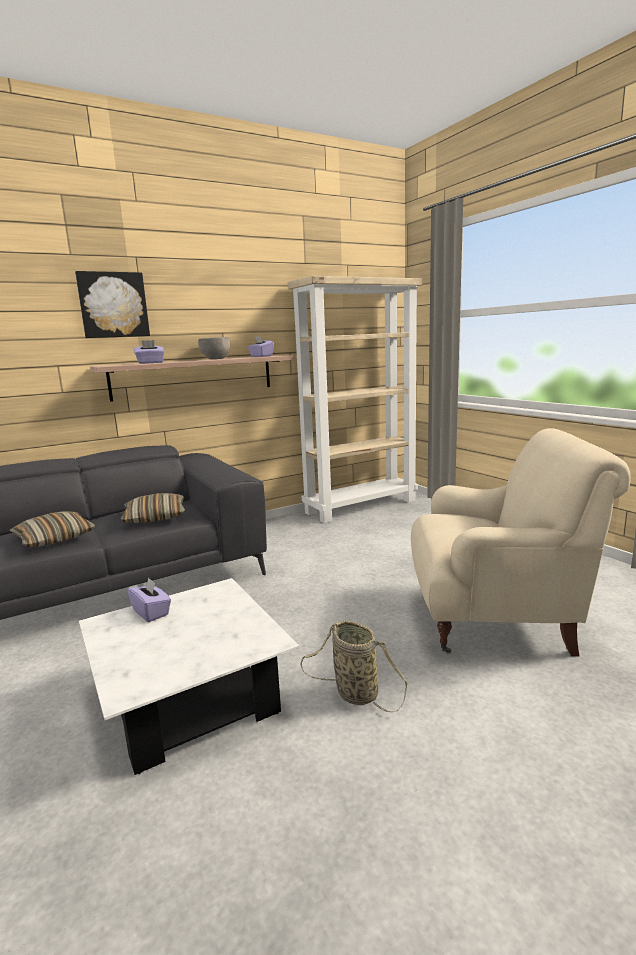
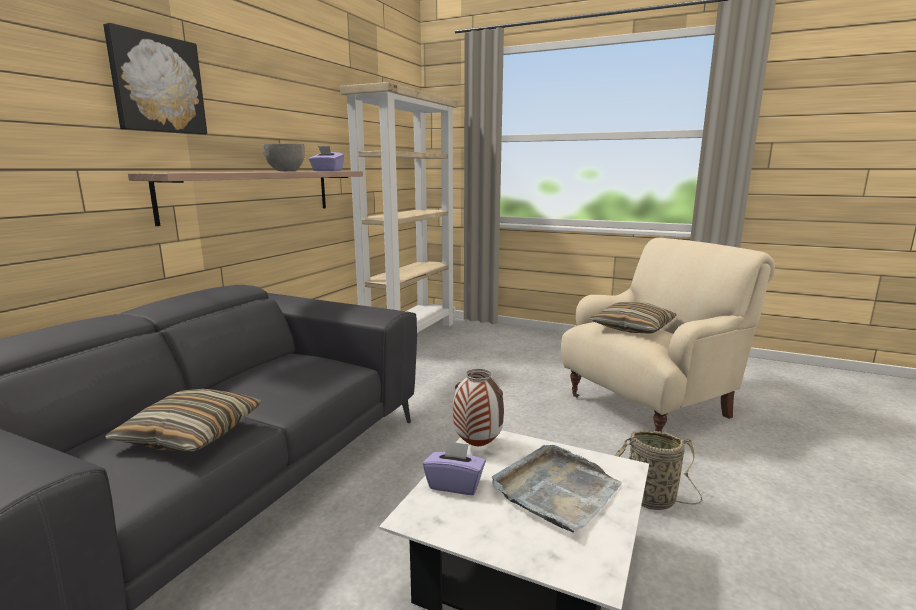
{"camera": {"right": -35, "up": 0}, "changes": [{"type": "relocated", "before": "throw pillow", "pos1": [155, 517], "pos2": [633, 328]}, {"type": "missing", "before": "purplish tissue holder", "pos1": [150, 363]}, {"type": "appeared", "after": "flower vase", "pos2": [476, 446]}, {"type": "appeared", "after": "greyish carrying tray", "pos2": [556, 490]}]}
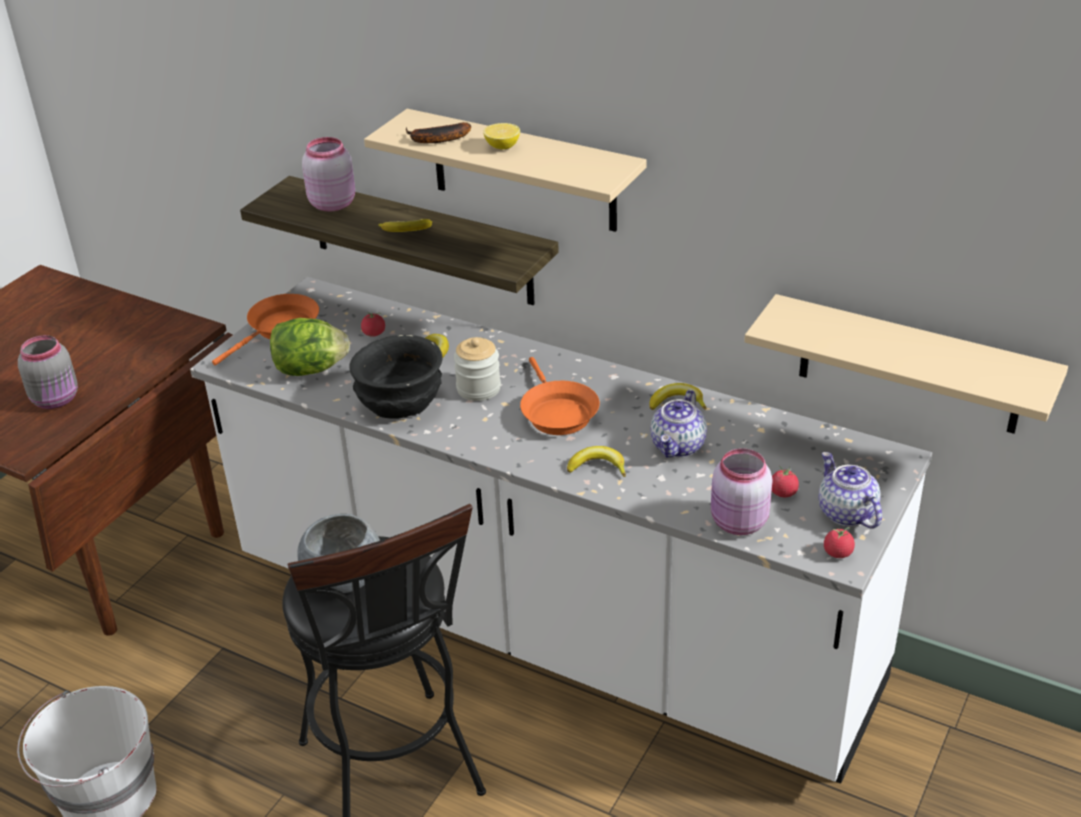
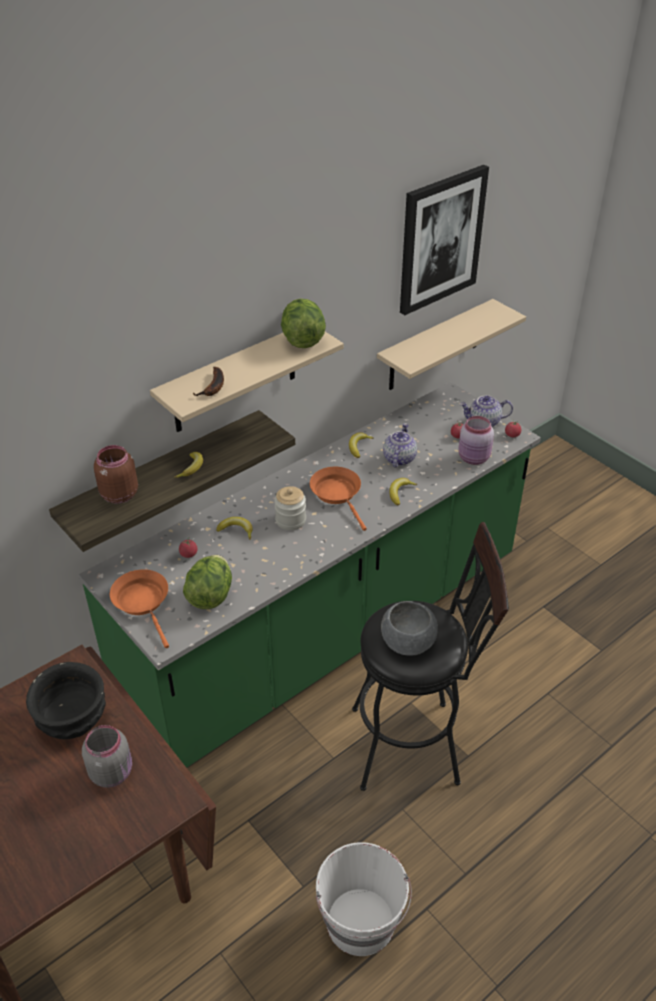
{"camera": {"right": -70, "up": 5}, "changes": [{"type": "colour", "before": "whitish kitchen base unit", "after": "green-coloured kitchen base unit", "pos1": [549, 626], "pos2": [328, 633]}, {"type": "colour", "before": "pink-coloured jar", "after": "brown-coloured jar", "pos1": [332, 203], "pos2": [118, 494]}, {"type": "relocated", "before": "blackish serving bowl", "pos1": [399, 403], "pos2": [73, 718]}, {"type": "missing", "before": "whole lemon", "pos1": [502, 146]}, {"type": "spun", "before": "orangey pan", "pos1": [557, 412], "pos2": [338, 494], "turn": -120}, {"type": "spun", "before": "teapot", "pos1": [678, 446], "pos2": [398, 458], "turn": -120}, {"type": "appeared", "after": "lettuce head", "pos2": [302, 340]}, {"type": "appeared", "after": "picture", "pos2": [440, 239]}]}
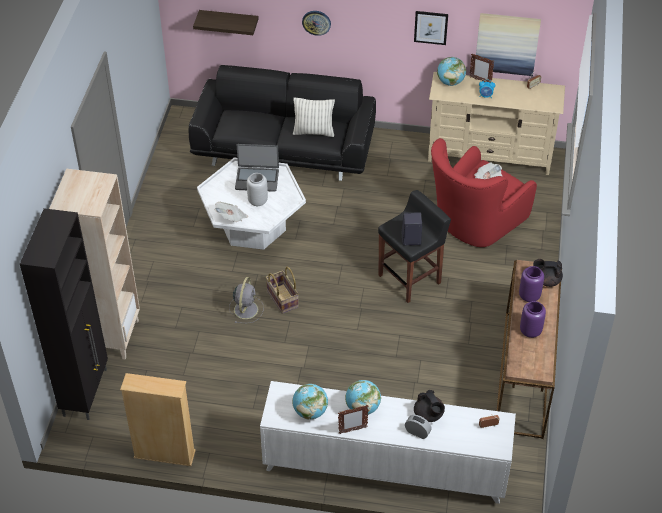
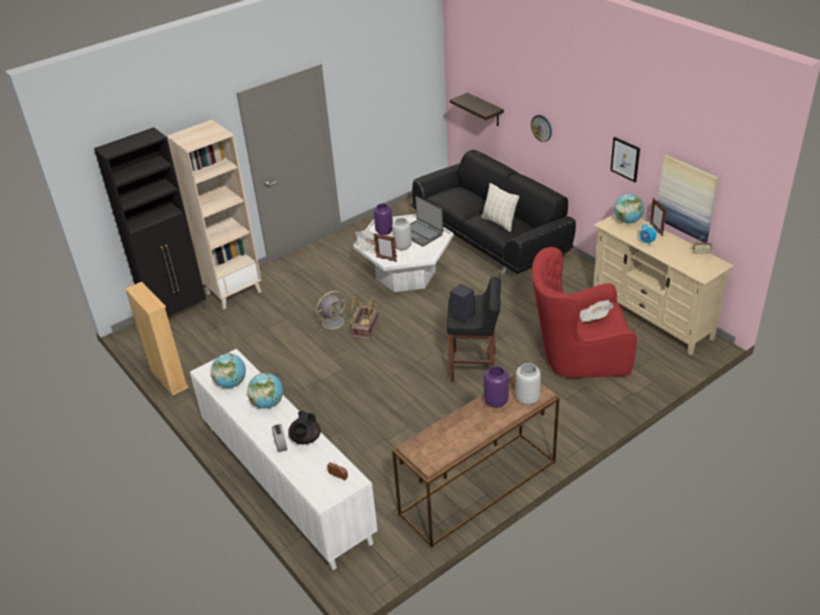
{"camera": {"right": 45, "up": -10}, "changes": [{"type": "relocated", "before": "standing frame", "pos1": [352, 430], "pos2": [386, 259]}, {"type": "relocated", "before": "purplish flower vase", "pos1": [530, 331], "pos2": [384, 232]}, {"type": "exchanged", "before": "blackish teapot", "after": "greyish flower vase", "pos1": [546, 280], "pos2": [527, 398]}]}
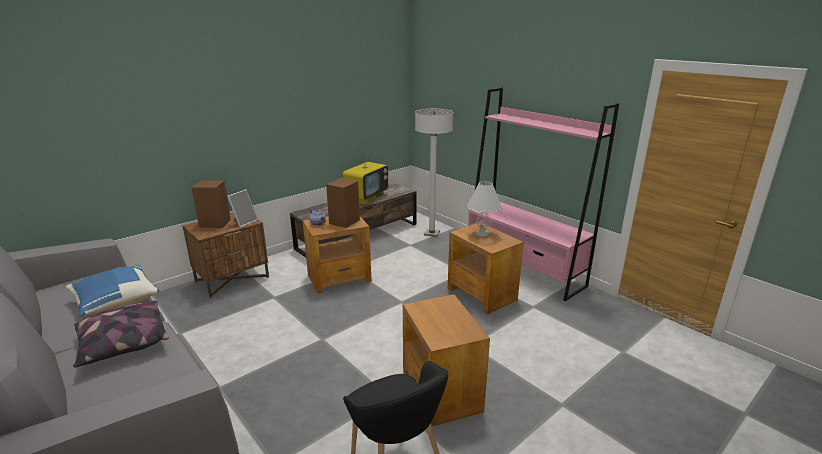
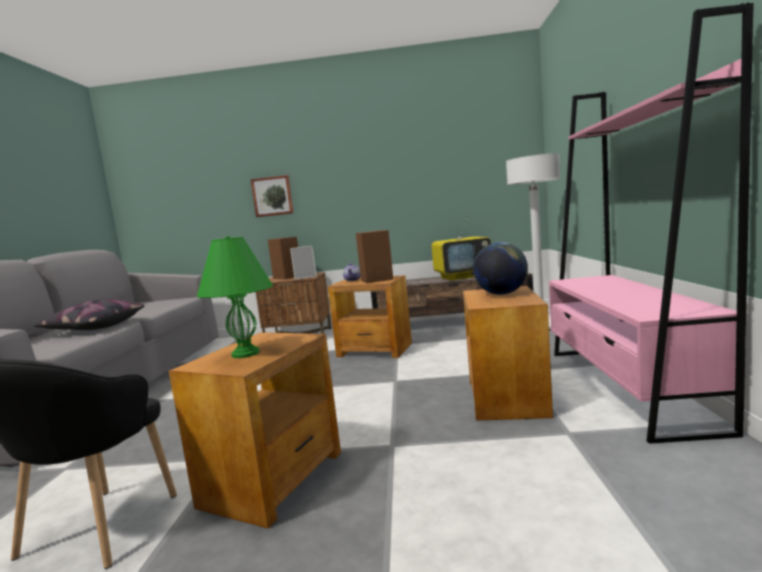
{"camera": {"right": 45, "up": -15}, "changes": [{"type": "missing", "before": "blue throw pillow", "pos1": [116, 302]}, {"type": "exchanged", "before": "whitish lamp for a table", "after": "globe", "pos1": [482, 234], "pos2": [501, 294]}, {"type": "appeared", "after": "green-coloured lamp for a table", "pos2": [245, 353]}, {"type": "appeared", "after": "picture", "pos2": [272, 196]}]}
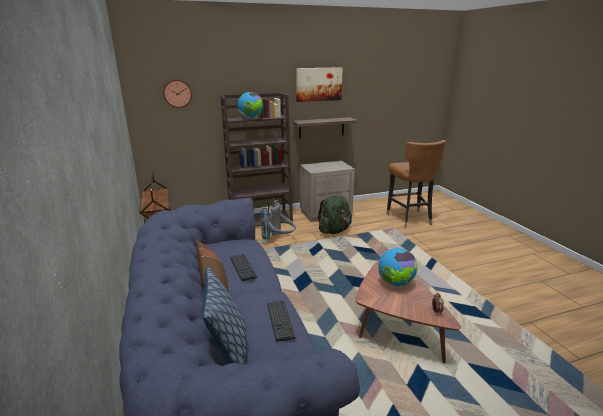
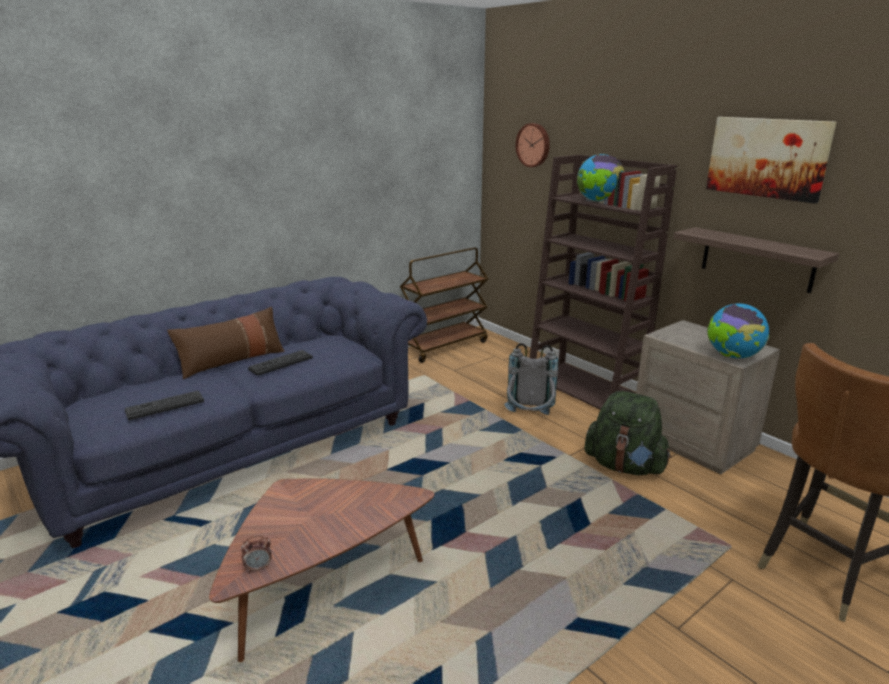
{"camera": {"right": 70, "up": 0}, "changes": [{"type": "missing", "before": "throw pillow", "pos1": [228, 349]}, {"type": "relocated", "before": "globe", "pos1": [395, 283], "pos2": [732, 356]}]}
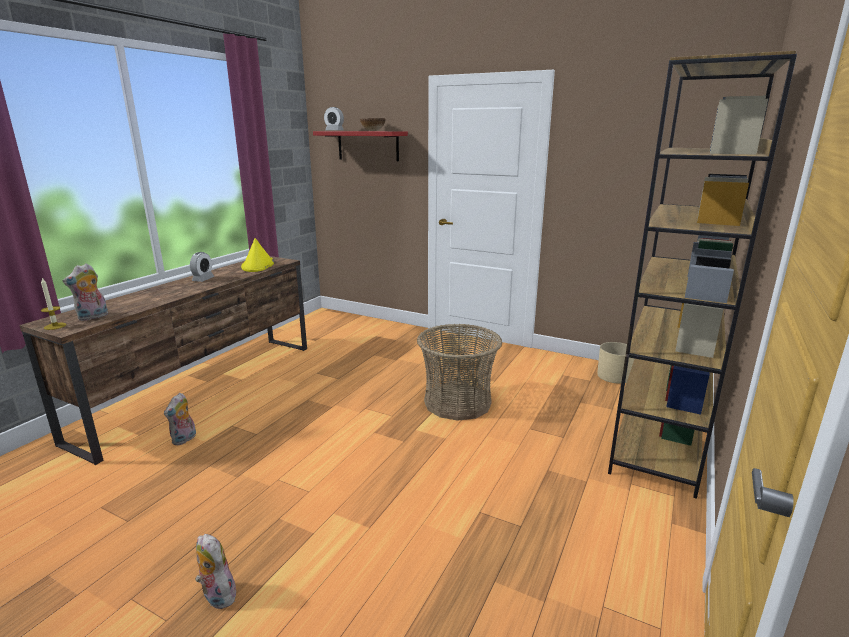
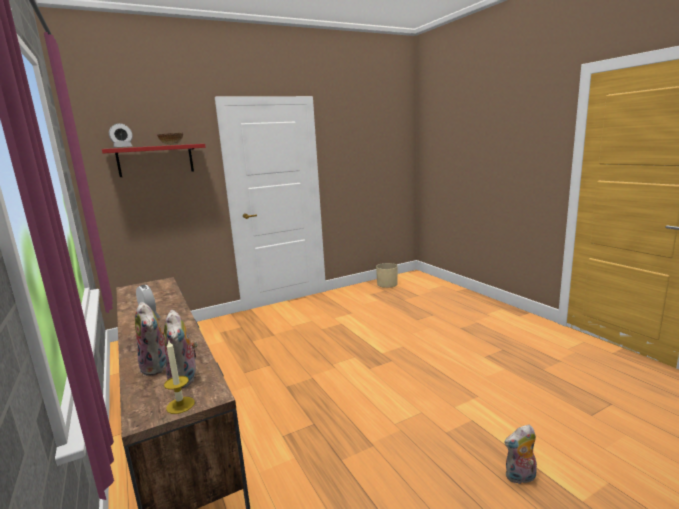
{"camera": {"right": -55, "up": -5}, "changes": [{"type": "relocated", "before": "plush toy", "pos1": [184, 439], "pos2": [157, 367]}, {"type": "missing", "before": "yellow-coloured hat", "pos1": [258, 265]}, {"type": "missing", "before": "basket", "pos1": [457, 402]}, {"type": "missing", "before": "brown-coloured shelving unit", "pos1": [658, 445]}]}
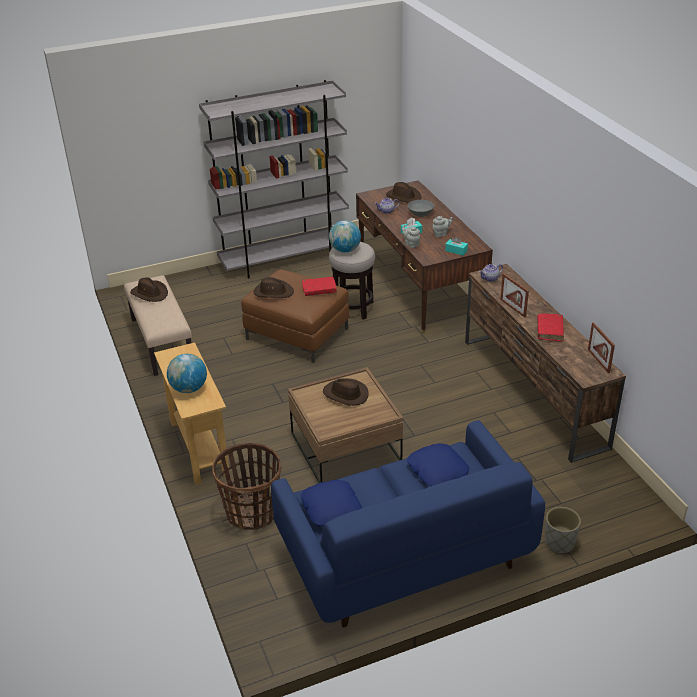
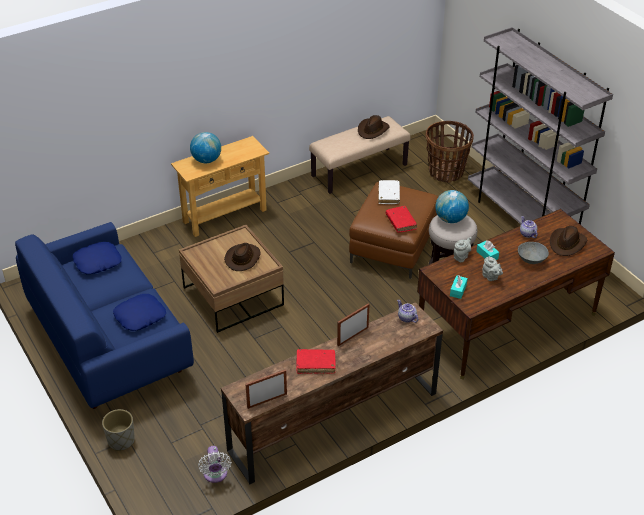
{"camera": {"right": 80, "up": 5}, "changes": [{"type": "relocated", "before": "basket", "pos1": [252, 513], "pos2": [446, 172]}, {"type": "exchanged", "before": "brown-coloured hat", "after": "whitish volume", "pos1": [273, 292], "pos2": [388, 195]}, {"type": "appeared", "after": "whitish fan", "pos2": [215, 475]}]}
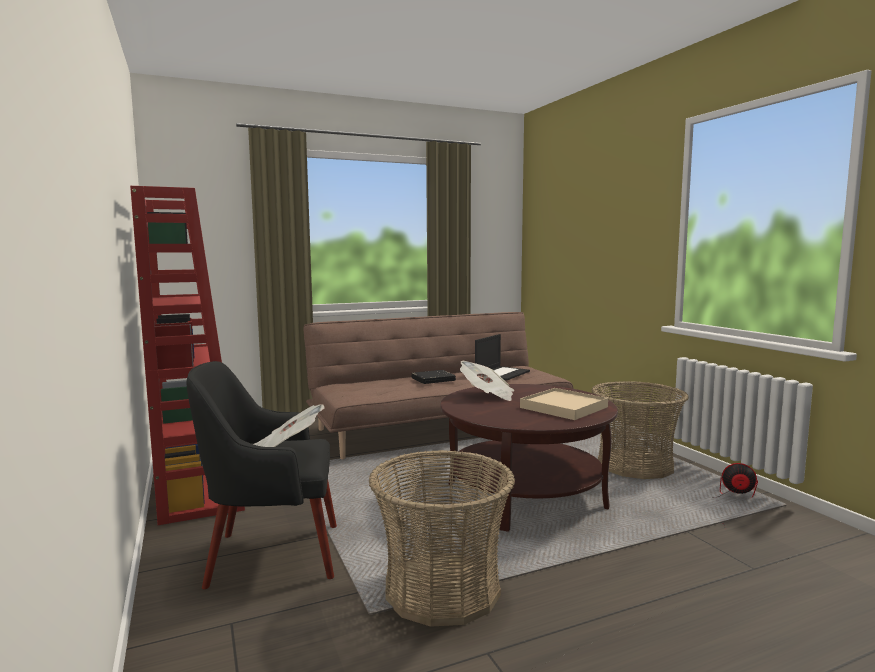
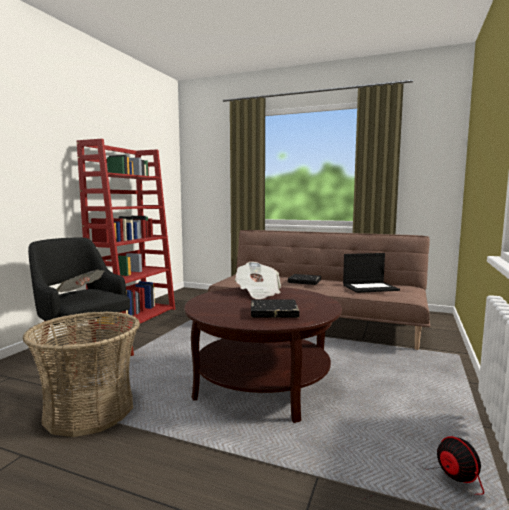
{"camera": {"right": 45, "up": 0}, "changes": [{"type": "exchanged", "before": "beige-coloured carrying tray", "after": "blackish volume", "pos1": [563, 407], "pos2": [274, 312]}, {"type": "missing", "before": "basket", "pos1": [635, 465]}]}
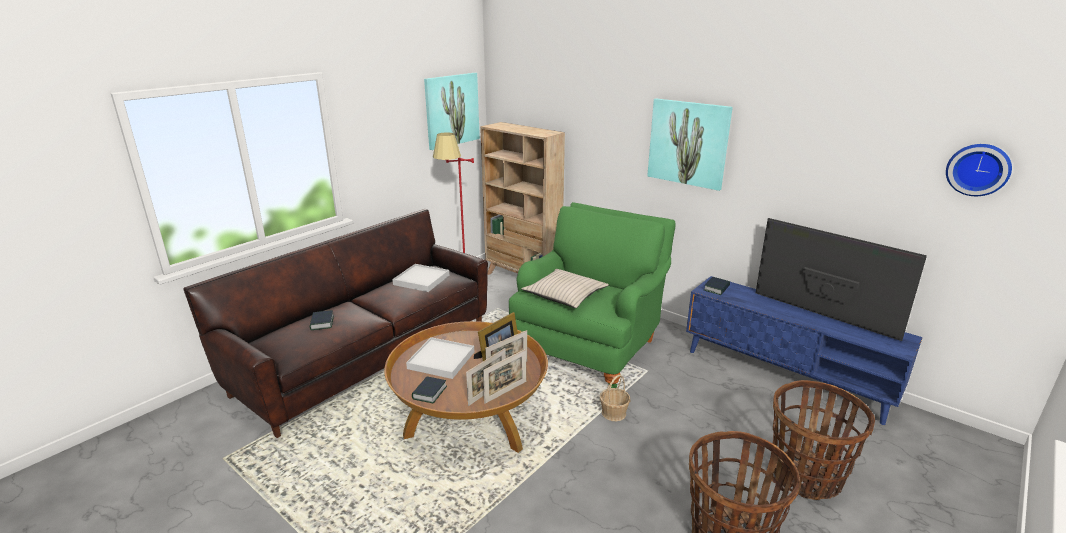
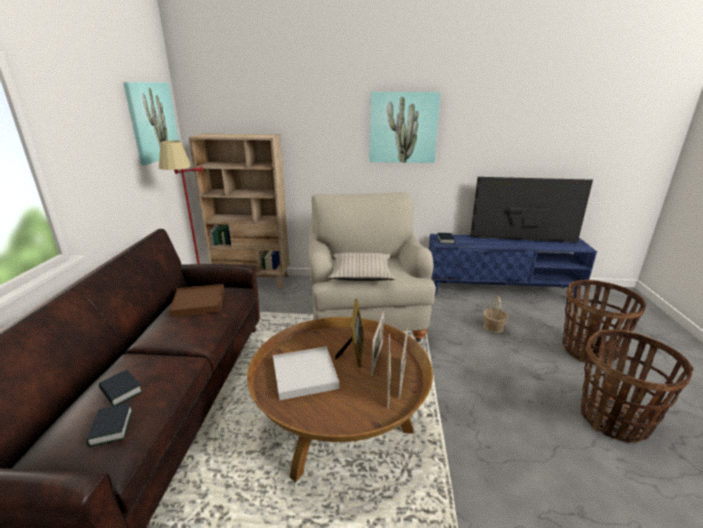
{"camera": {"right": -35, "up": 0}, "changes": [{"type": "colour", "before": "whitish carrying tray", "after": "brown-coloured carrying tray", "pos1": [421, 280], "pos2": [199, 302]}, {"type": "relocated", "before": "volume", "pos1": [429, 393], "pos2": [111, 428]}, {"type": "colour", "before": "green-coloured easy chair", "after": "beige-coloured easy chair", "pos1": [590, 346], "pos2": [365, 316]}, {"type": "relocated", "before": "basket", "pos1": [614, 413], "pos2": [493, 327]}, {"type": "missing", "before": "clock on the wall", "pos1": [978, 169]}]}
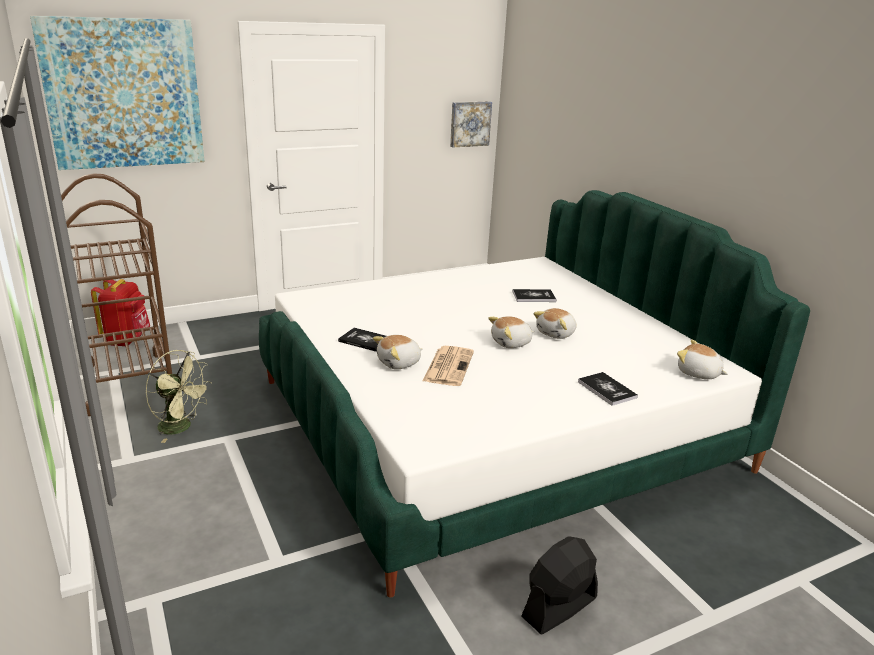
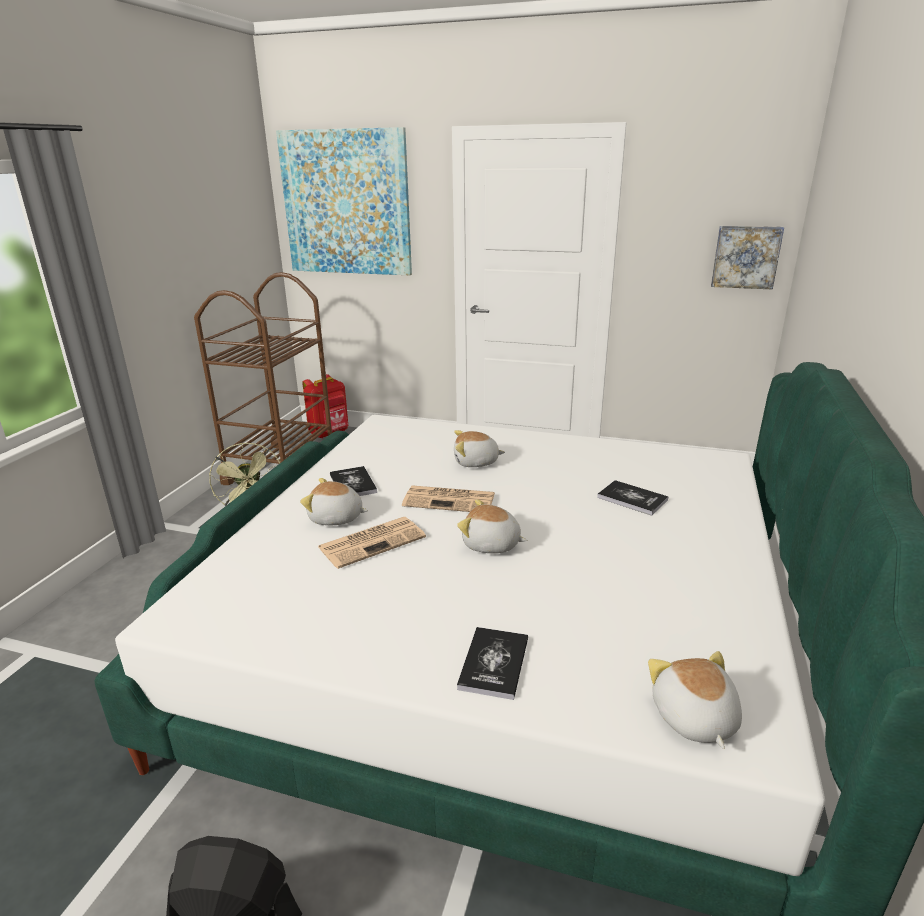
{"camera": {"right": 45, "up": 0}, "changes": [{"type": "relocated", "before": "plush toy", "pos1": [556, 333], "pos2": [476, 462]}, {"type": "appeared", "after": "newspaper", "pos2": [450, 500]}]}
